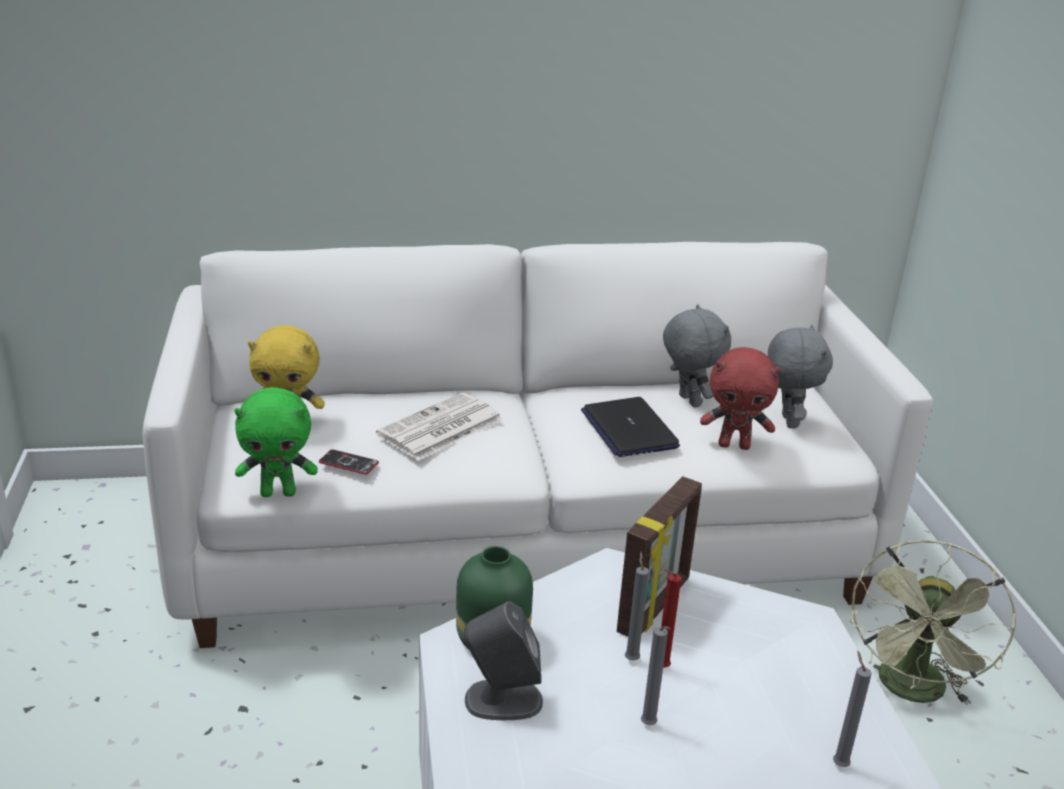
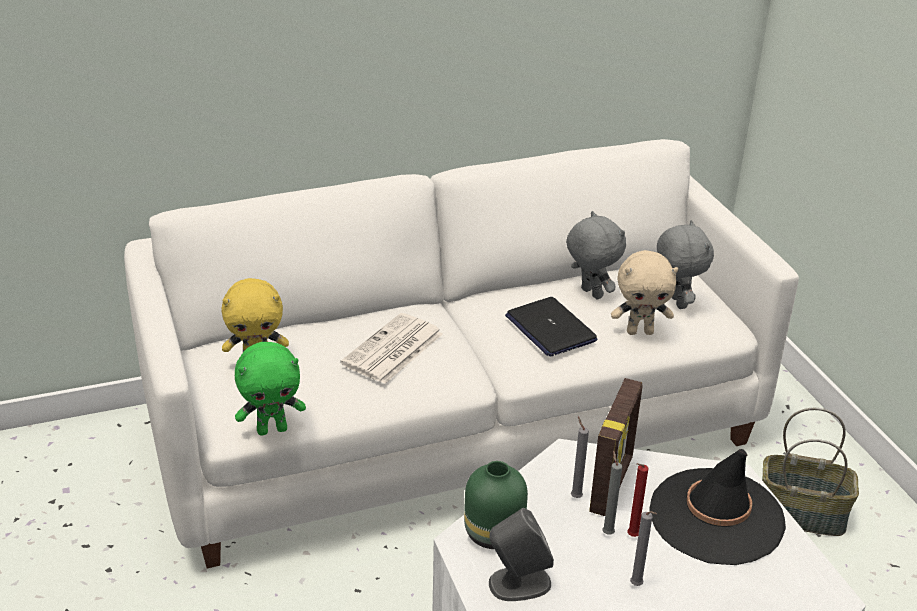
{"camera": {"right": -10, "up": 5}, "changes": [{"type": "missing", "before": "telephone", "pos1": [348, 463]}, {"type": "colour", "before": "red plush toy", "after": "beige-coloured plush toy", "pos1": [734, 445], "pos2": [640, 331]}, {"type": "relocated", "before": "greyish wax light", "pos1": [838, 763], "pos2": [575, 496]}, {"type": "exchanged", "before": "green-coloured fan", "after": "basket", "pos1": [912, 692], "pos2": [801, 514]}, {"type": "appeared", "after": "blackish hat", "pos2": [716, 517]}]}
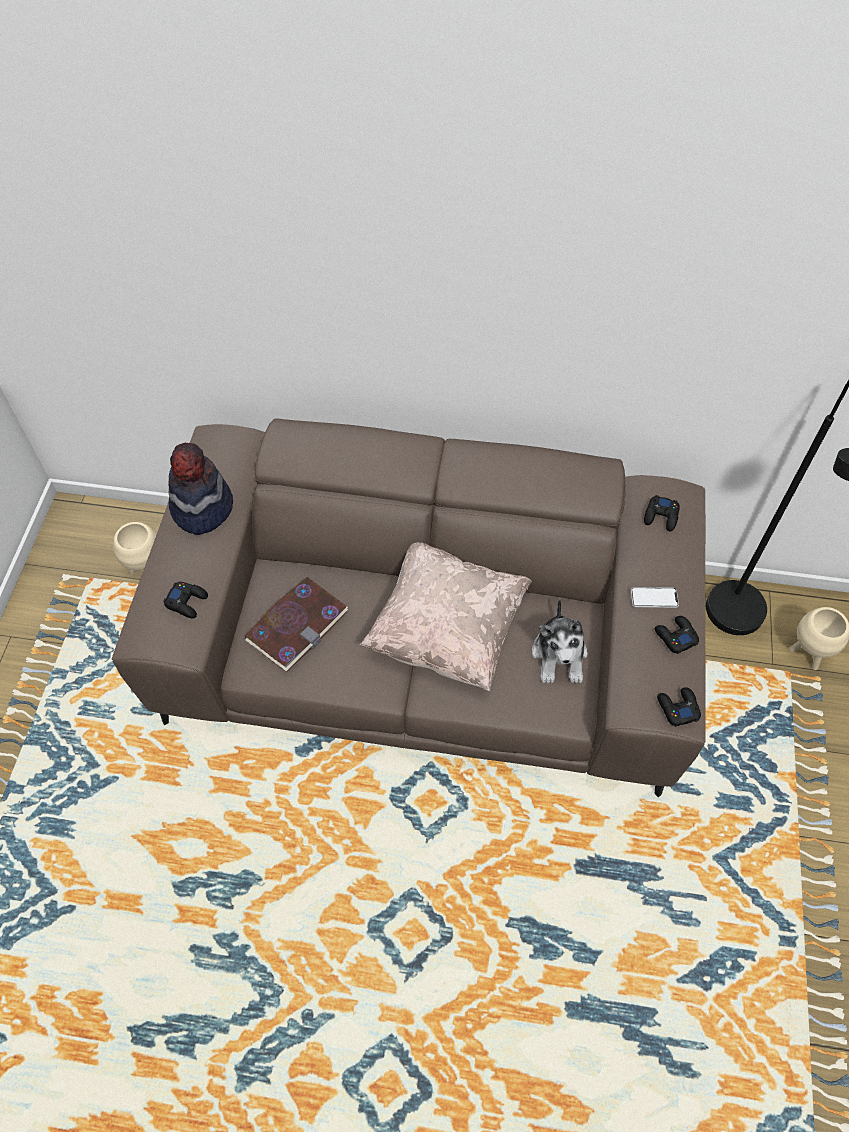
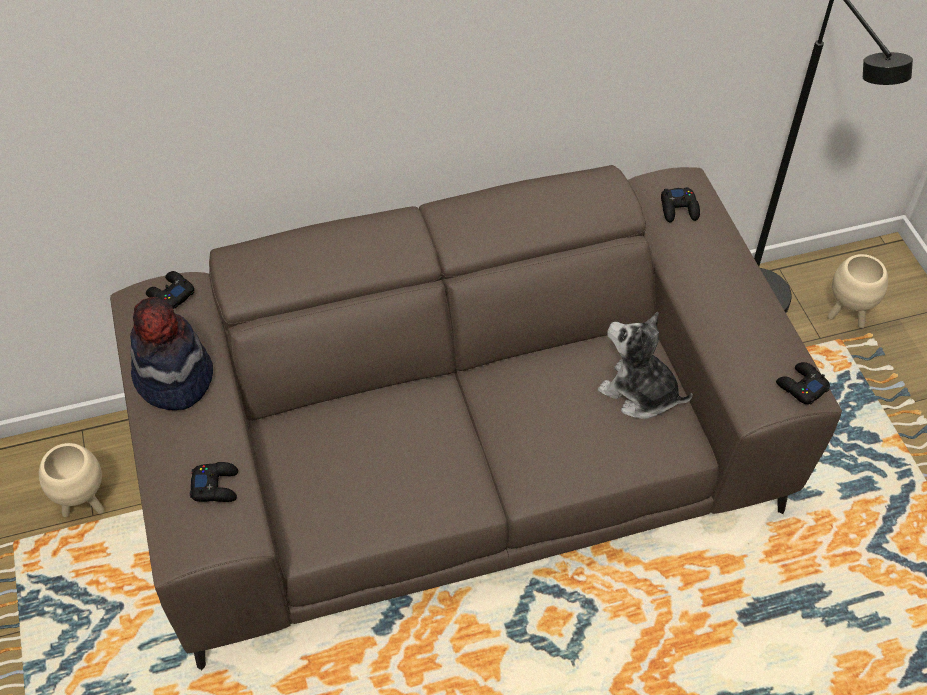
{"camera": {"right": -25, "up": -5}, "changes": [{"type": "missing", "before": "volume", "pos1": [297, 625]}, {"type": "missing", "before": "beige-coloured throw pillow", "pos1": [447, 630]}, {"type": "spun", "before": "plush toy", "pos1": [559, 655], "pos2": [639, 393], "turn": 150}, {"type": "missing", "before": "telephone", "pos1": [654, 598]}, {"type": "relocated", "before": "blackish joypad", "pos1": [675, 636], "pos2": [170, 294]}]}
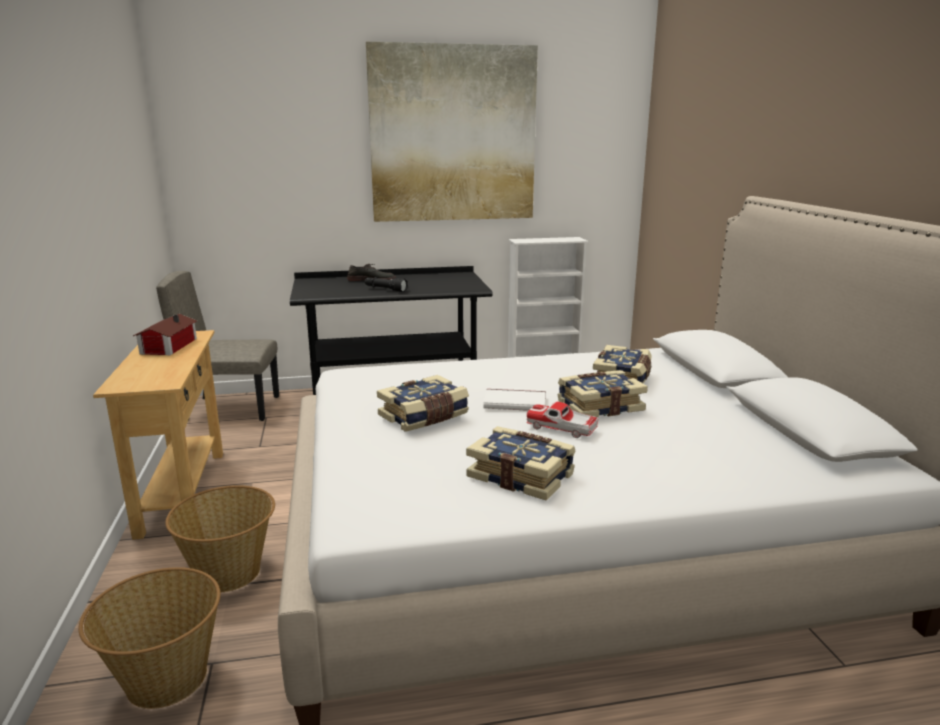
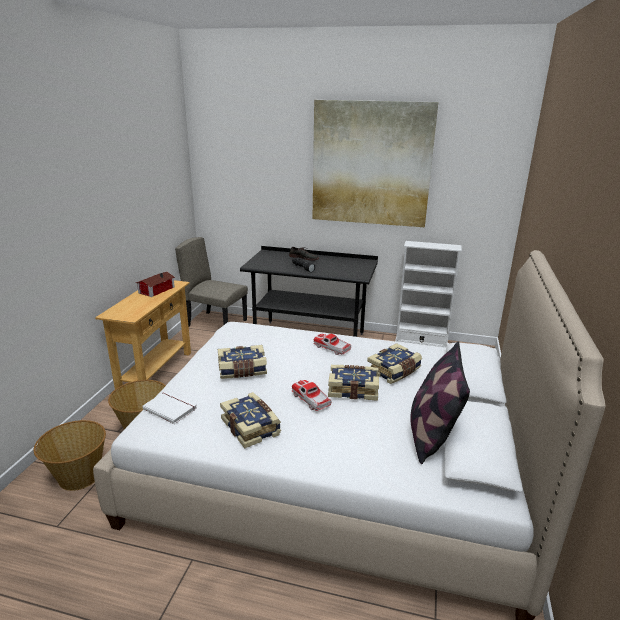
{"camera": {"right": 25, "up": 5}, "changes": [{"type": "relocated", "before": "whitish volume", "pos1": [514, 401], "pos2": [171, 408]}, {"type": "appeared", "after": "model car", "pos2": [332, 348]}, {"type": "appeared", "after": "throw pillow", "pos2": [431, 435]}]}
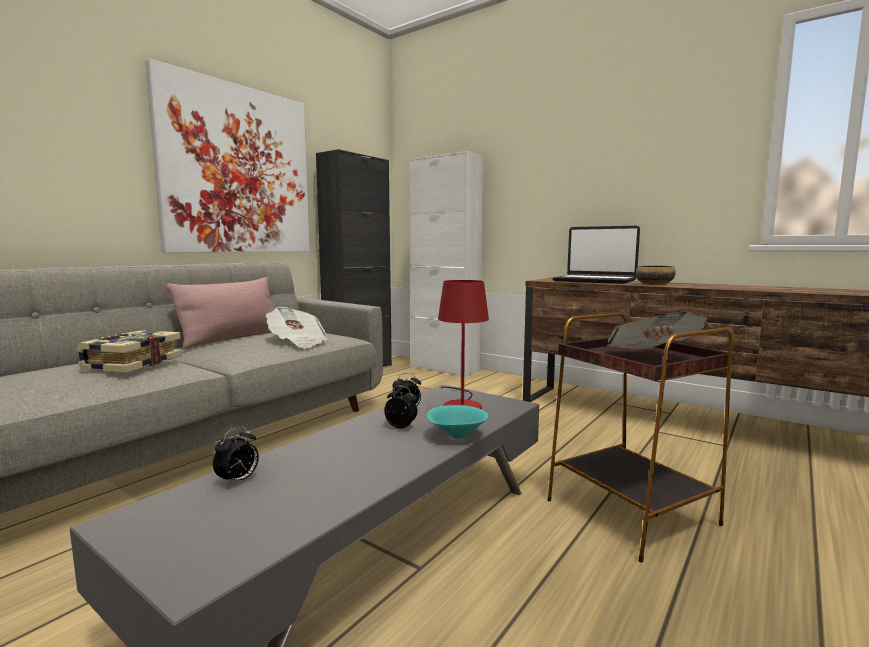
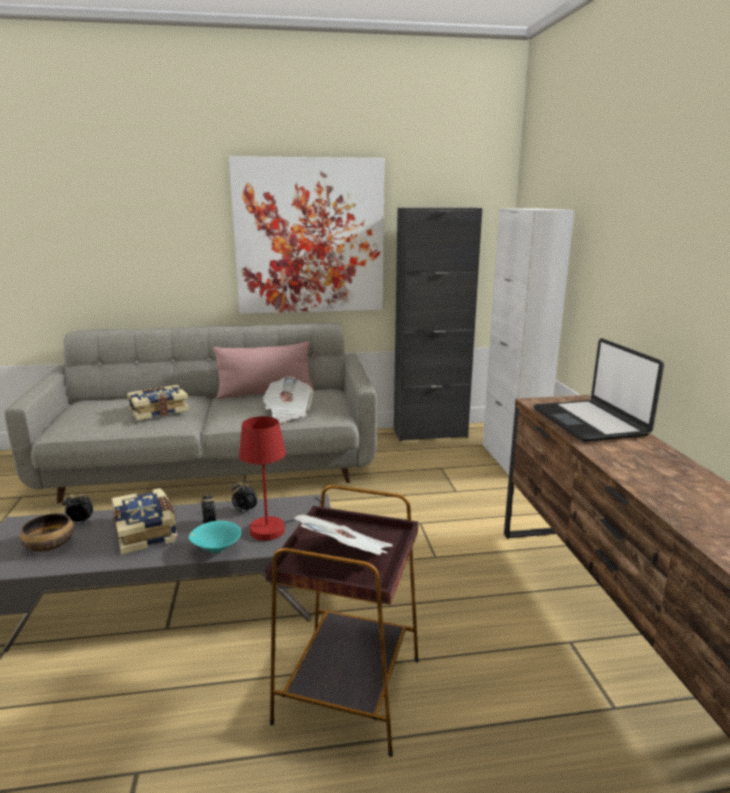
{"camera": {"right": 45, "up": 10}, "changes": [{"type": "relocated", "before": "serving bowl", "pos1": [654, 284], "pos2": [49, 545]}, {"type": "appeared", "after": "volume", "pos2": [147, 531]}]}
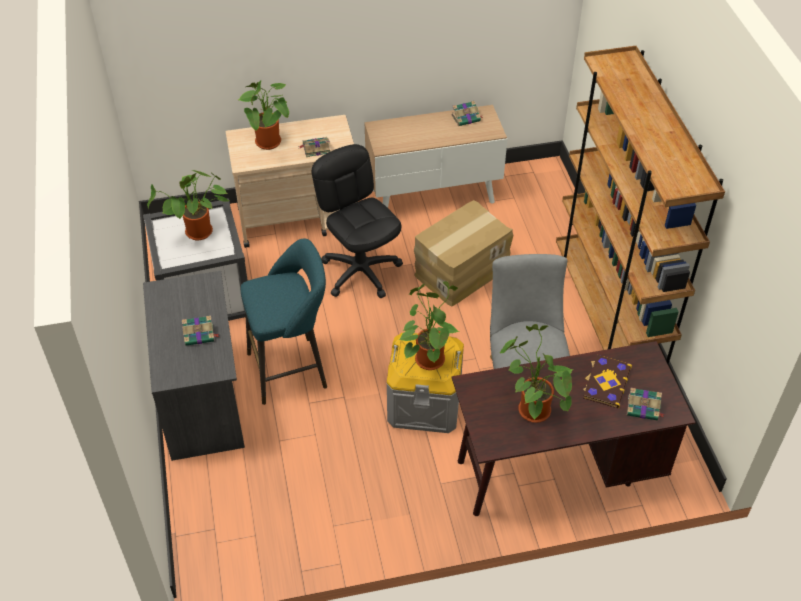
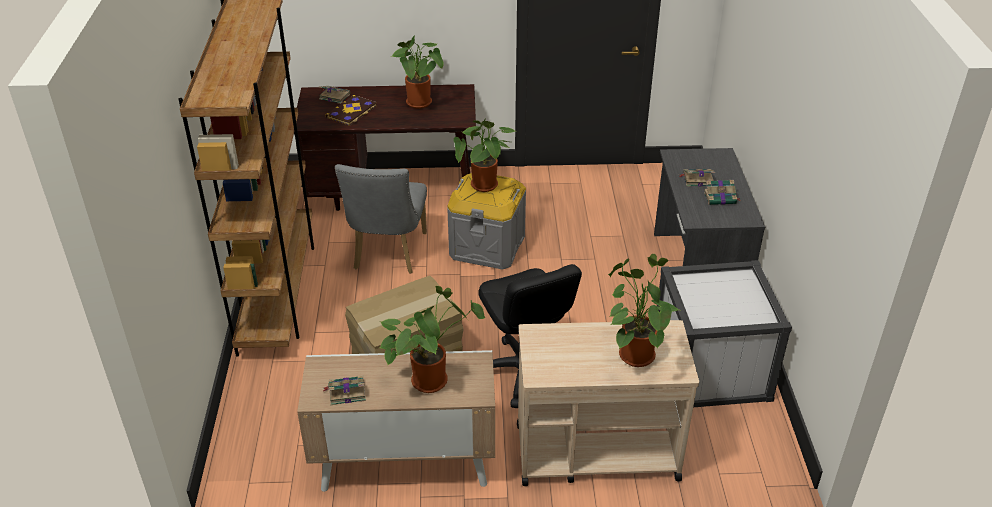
{"camera": {"right": -170, "up": -10}, "changes": [{"type": "relocated", "before": "houseplant", "pos1": [198, 234], "pos2": [431, 378]}, {"type": "missing", "before": "turquoise stool", "pos1": [292, 369]}, {"type": "relocated", "before": "volume", "pos1": [315, 149], "pos2": [720, 198]}]}
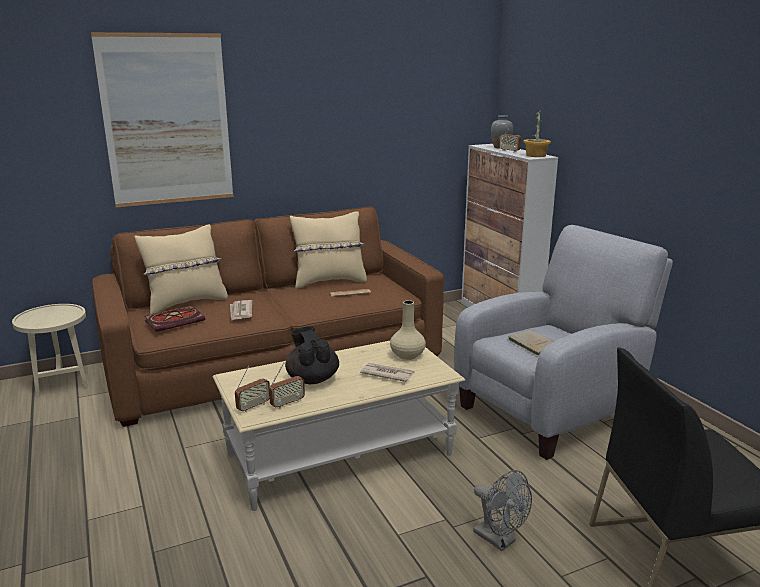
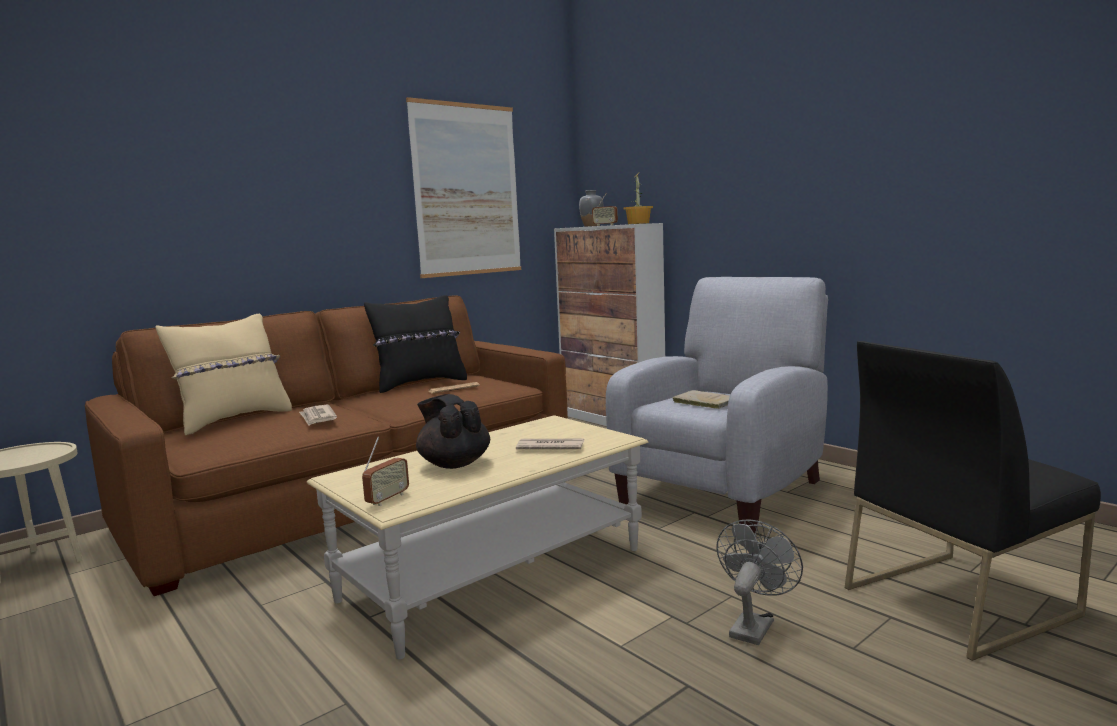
{"camera": {"right": -15, "up": -10}, "changes": [{"type": "relocated", "before": "picture", "pos1": [167, 120], "pos2": [467, 190]}, {"type": "missing", "before": "volume", "pos1": [175, 320]}, {"type": "missing", "before": "radio receiver", "pos1": [287, 403]}, {"type": "colour", "before": "beige-coloured throw pillow", "after": "blackish throw pillow", "pos1": [329, 282], "pos2": [420, 384]}, {"type": "missing", "before": "beige-coloured flower vase", "pos1": [407, 355]}, {"type": "spun", "before": "greyish fan", "pos1": [499, 540], "pos2": [753, 625], "turn": -90}]}
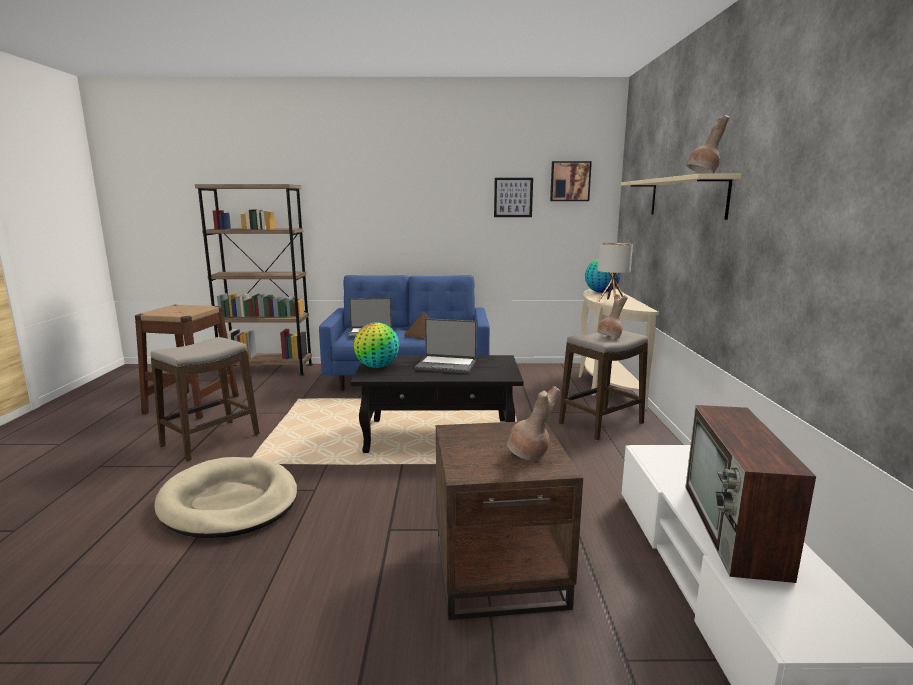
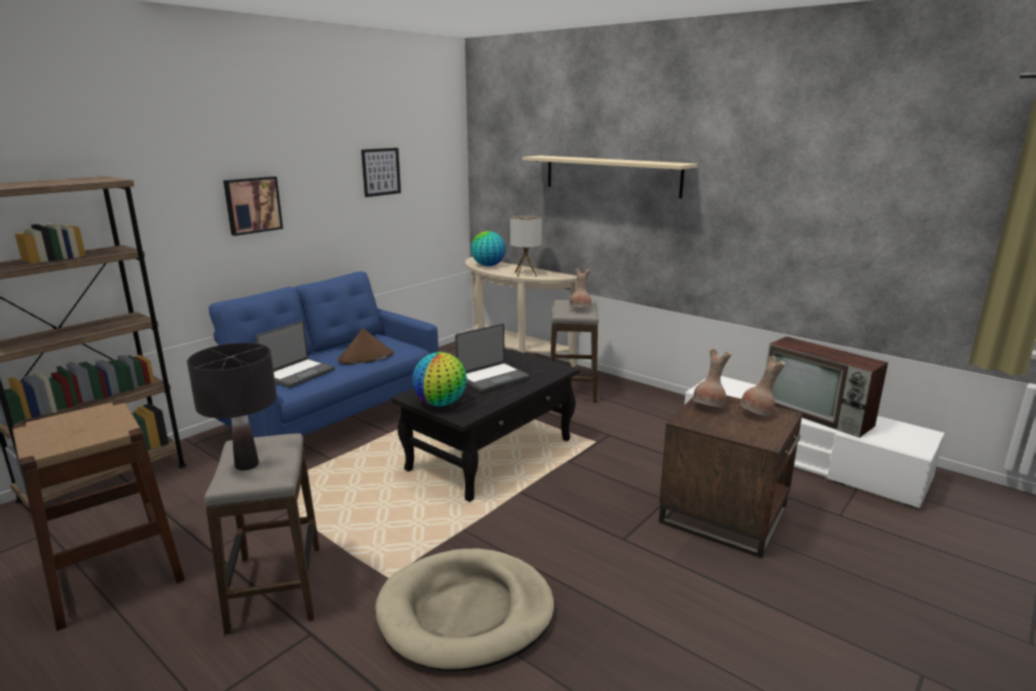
{"camera": {"right": -50, "up": 5}, "changes": [{"type": "relocated", "before": "picture", "pos1": [570, 181], "pos2": [252, 205]}, {"type": "relocated", "before": "brown-coloured flower vase", "pos1": [703, 174], "pos2": [709, 407]}, {"type": "appeared", "after": "blackish lamp for a table", "pos2": [247, 465]}]}
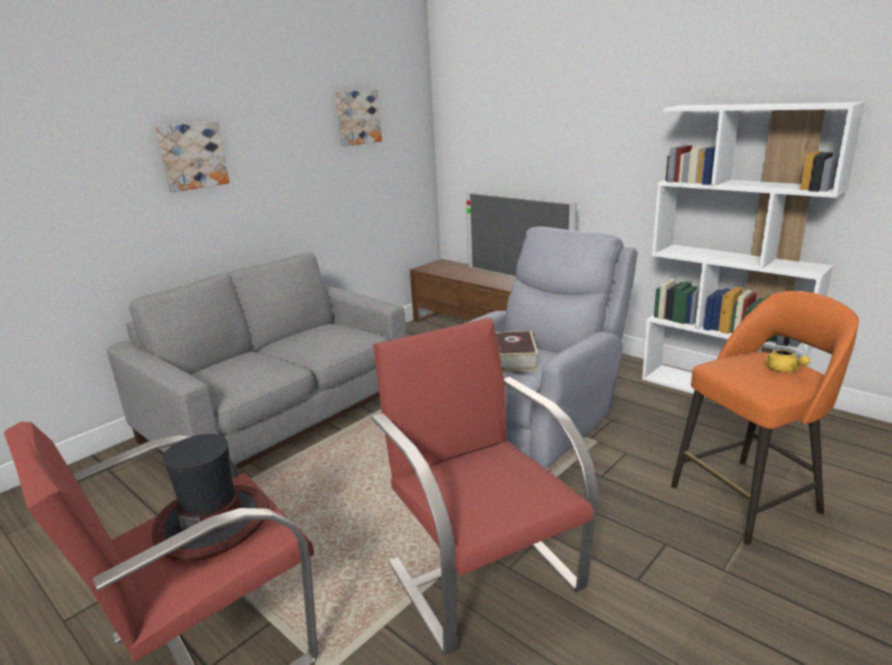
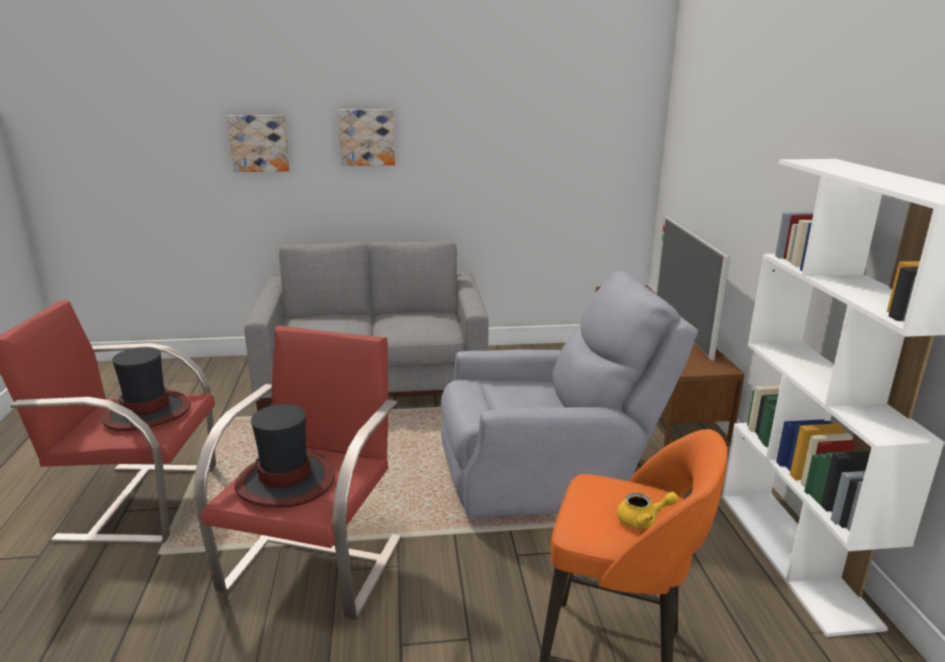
{"camera": {"right": 40, "up": 0}, "changes": [{"type": "relocated", "before": "picture", "pos1": [357, 117], "pos2": [259, 143]}, {"type": "missing", "before": "volume", "pos1": [515, 358]}, {"type": "spun", "before": "yellow-coloured teapot", "pos1": [784, 370], "pos2": [643, 520], "turn": -120}, {"type": "appeared", "after": "hat", "pos2": [286, 481]}]}
